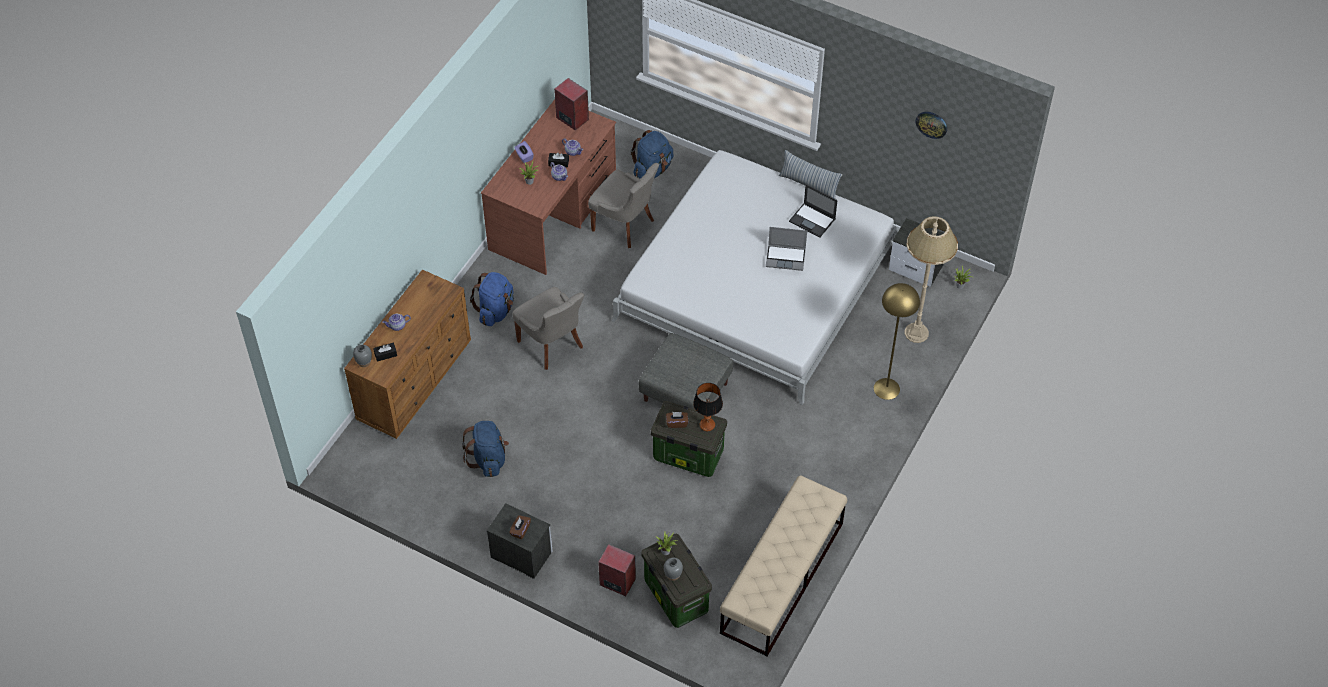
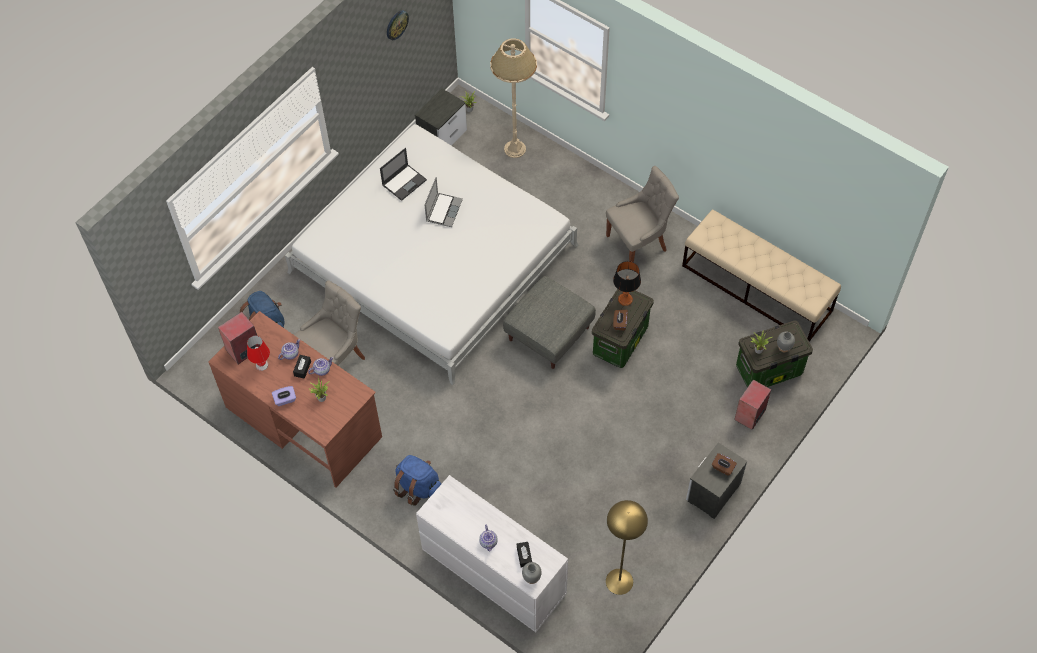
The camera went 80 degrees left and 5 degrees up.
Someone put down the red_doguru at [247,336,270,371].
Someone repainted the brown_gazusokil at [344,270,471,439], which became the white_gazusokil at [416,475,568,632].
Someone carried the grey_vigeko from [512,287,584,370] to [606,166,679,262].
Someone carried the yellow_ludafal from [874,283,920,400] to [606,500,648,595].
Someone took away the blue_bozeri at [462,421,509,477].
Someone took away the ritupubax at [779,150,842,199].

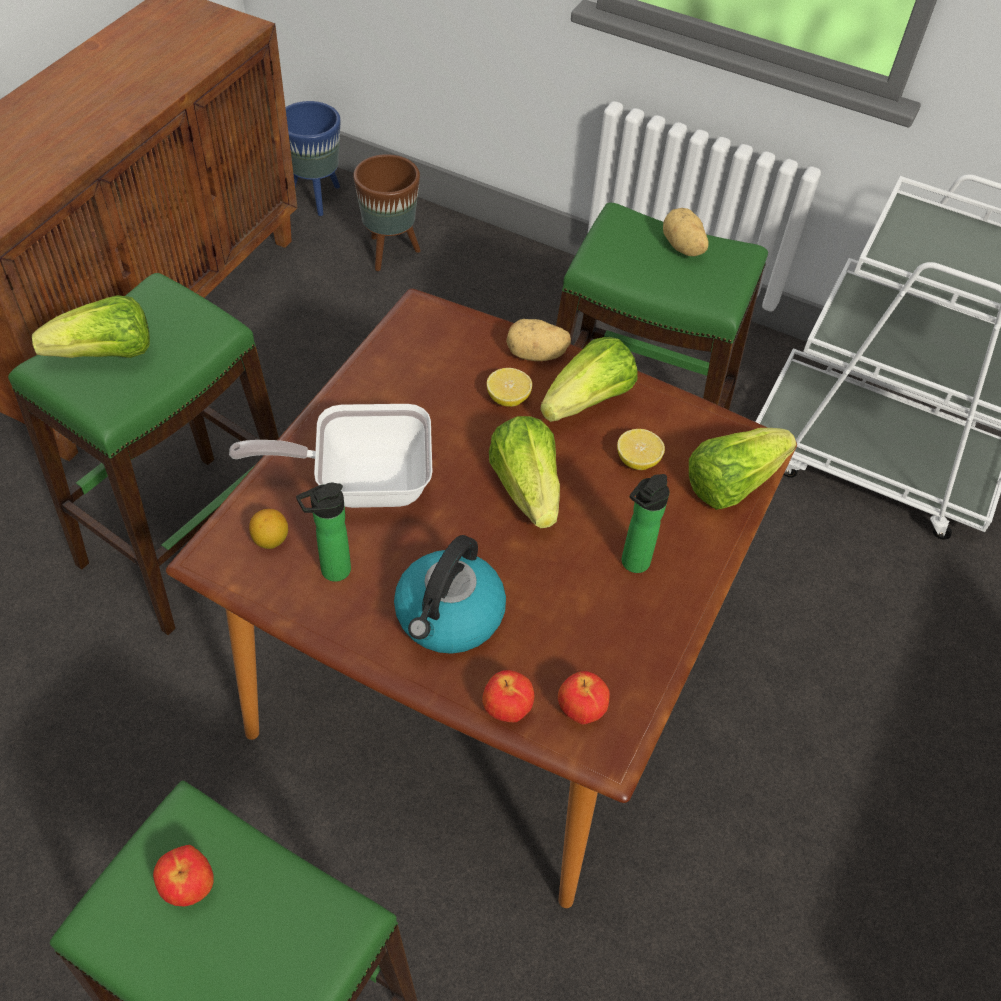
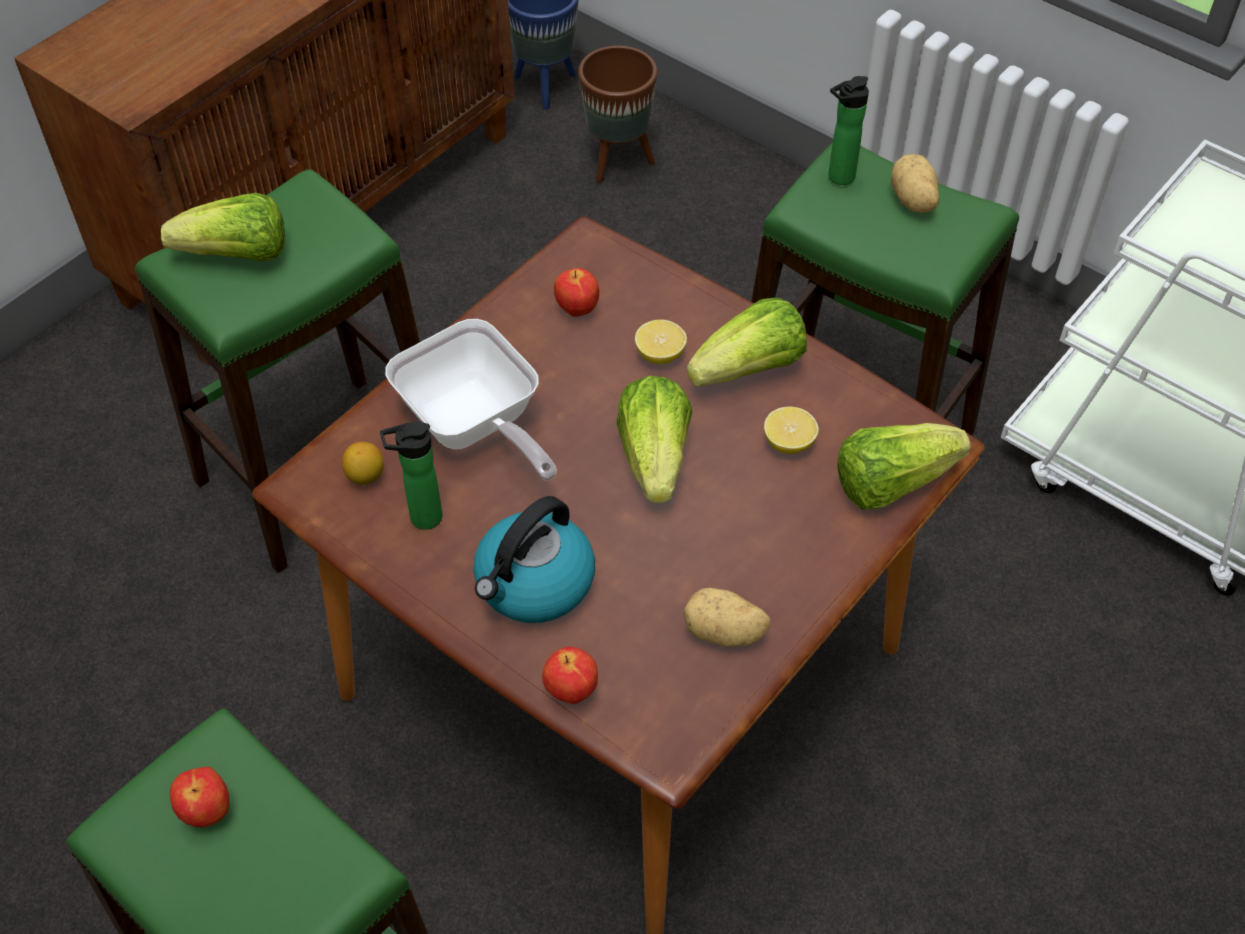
The camera went 15 degrees right and 0 degrees up.
Someone rotated the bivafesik at [229,404,433,508] by 135 degrees counterclockwise.
Someone carried the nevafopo from [558,671,610,725] to [554,268,599,317].
Someone carried the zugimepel from [506,319,571,361] to [683,588,770,647].
Someone carried the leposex from [622,474,670,573] to [828,76,869,185].

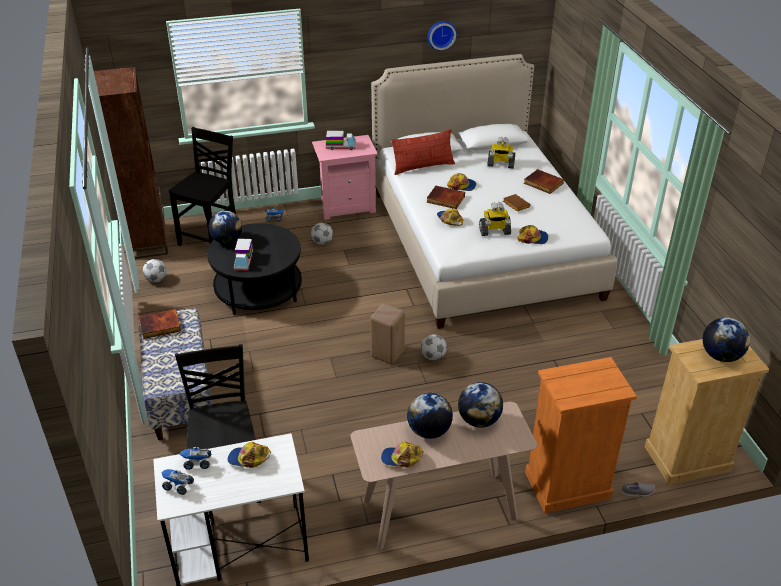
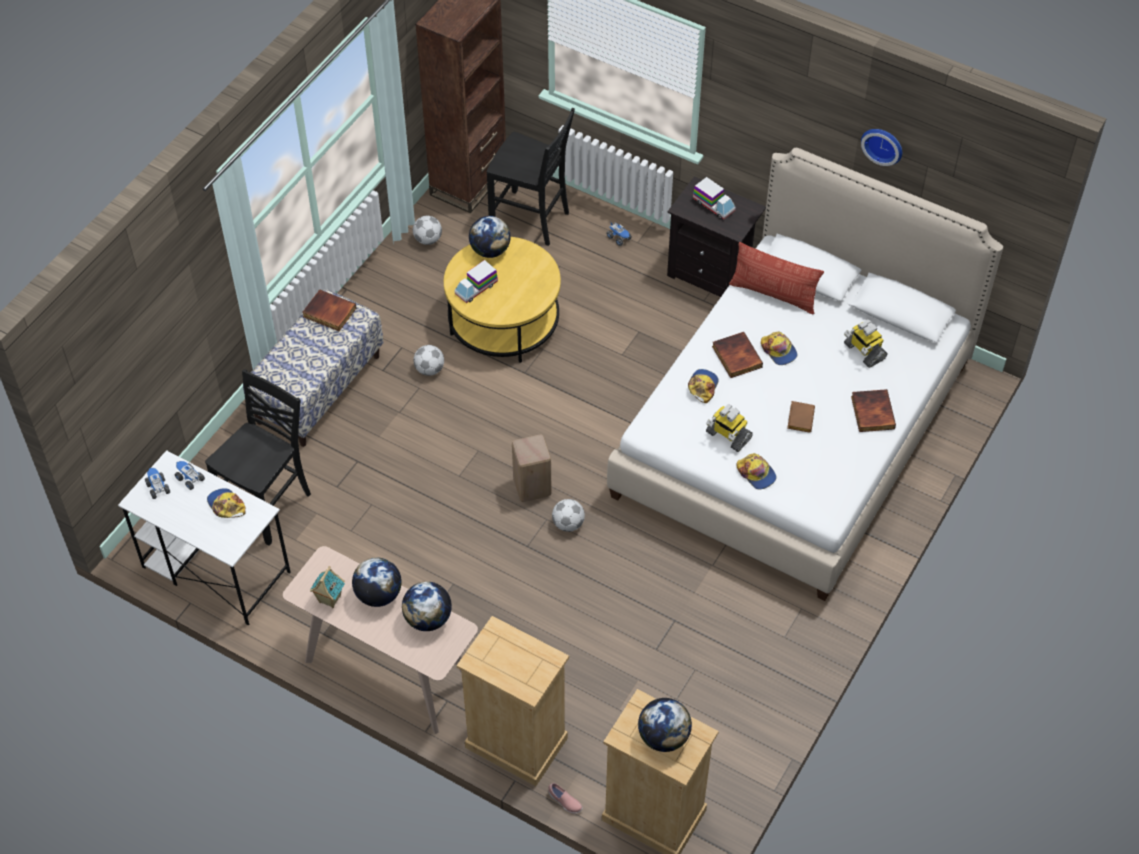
The camera went 45 degrees right and 15 degrees up.
Someone swapped the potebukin at [381,441,424,467] for the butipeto at [310,566,345,608].
Someone carried the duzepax from [311,223,333,245] to [413,345,444,376].
Someone repainted the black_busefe at [207,223,302,315], which became the yellow_busefe at [444,237,561,363].
Someone repainted the orange_gazusokil at [525,357,637,513], which became the beige_gazusokil at [457,616,569,786].
Someone rotated the black_vigeko at [169,127,236,246] by 45 degrees clockwise.
Someone repainted the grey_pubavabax at [621,482,655,497], which became the pink_pubavabax at [548,783,583,814].
Someone repainted the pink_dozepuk at [312,135,378,220], which became the black_dozepuk at [667,177,766,297].

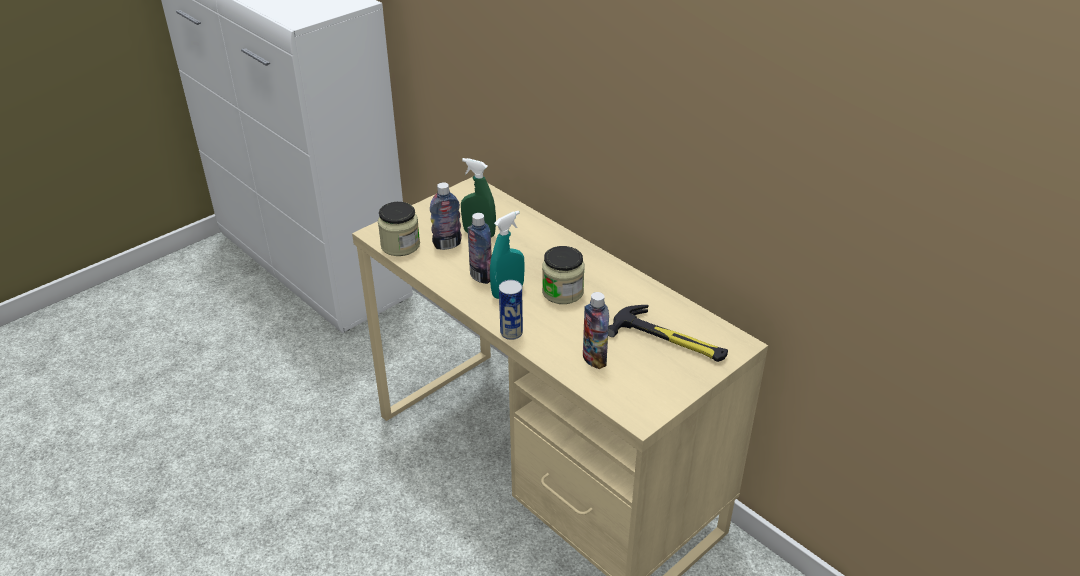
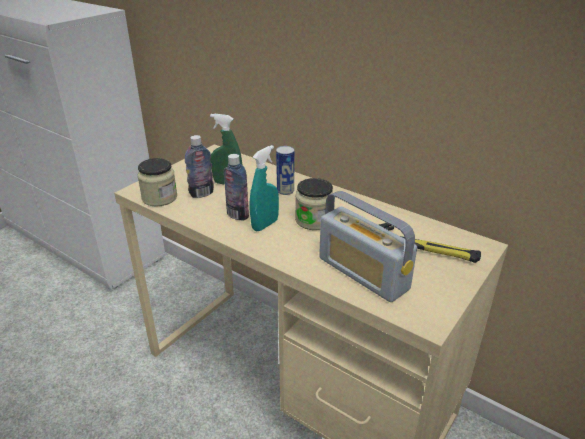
The camera went 10 degrees left and 5 degrees down.
Someone carried the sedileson from [499,280,523,340] to [276,146,294,195].
Someone swapped the leposex at [583,292,609,369] for the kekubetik at [319,191,417,302].

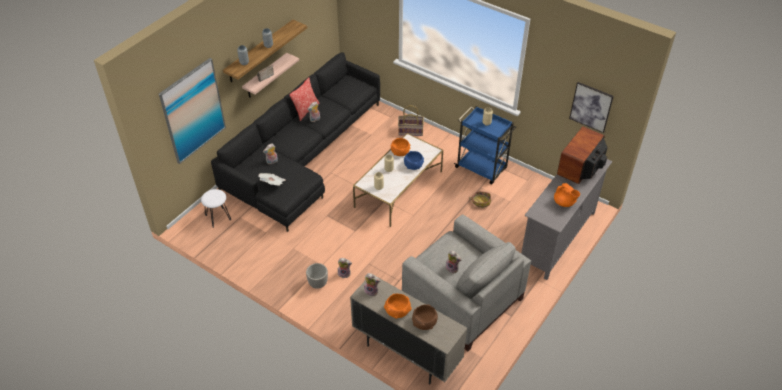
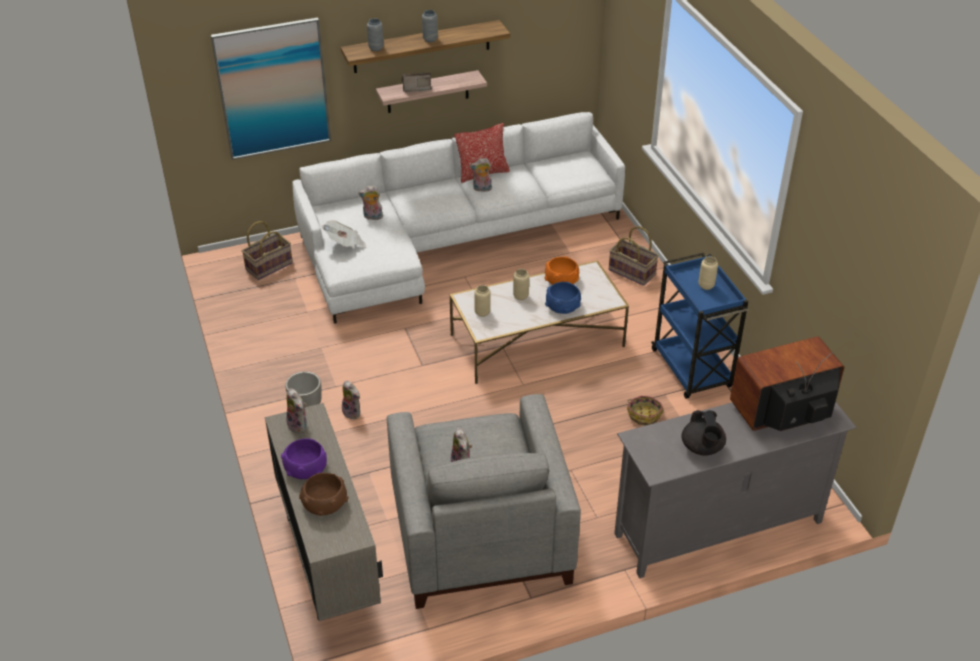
The camera went 35 degrees right and 5 degrees down.
Someone swapped the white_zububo at [201,189,231,228] for the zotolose at [242,221,293,280].
Someone repainted the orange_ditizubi at [384,294,412,319], which became the purple_ditizubi at [281,439,327,479].
Someone repainted the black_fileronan at [211,52,380,232], which became the white_fileronan at [292,112,625,324].
Someone repainted the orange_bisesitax at [554,183,580,207], which became the black_bisesitax at [682,410,726,456].
Someone took away the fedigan at [569,82,614,133].

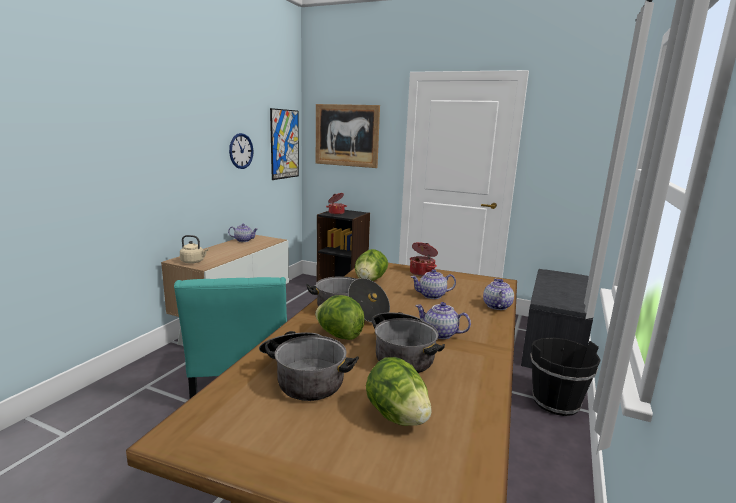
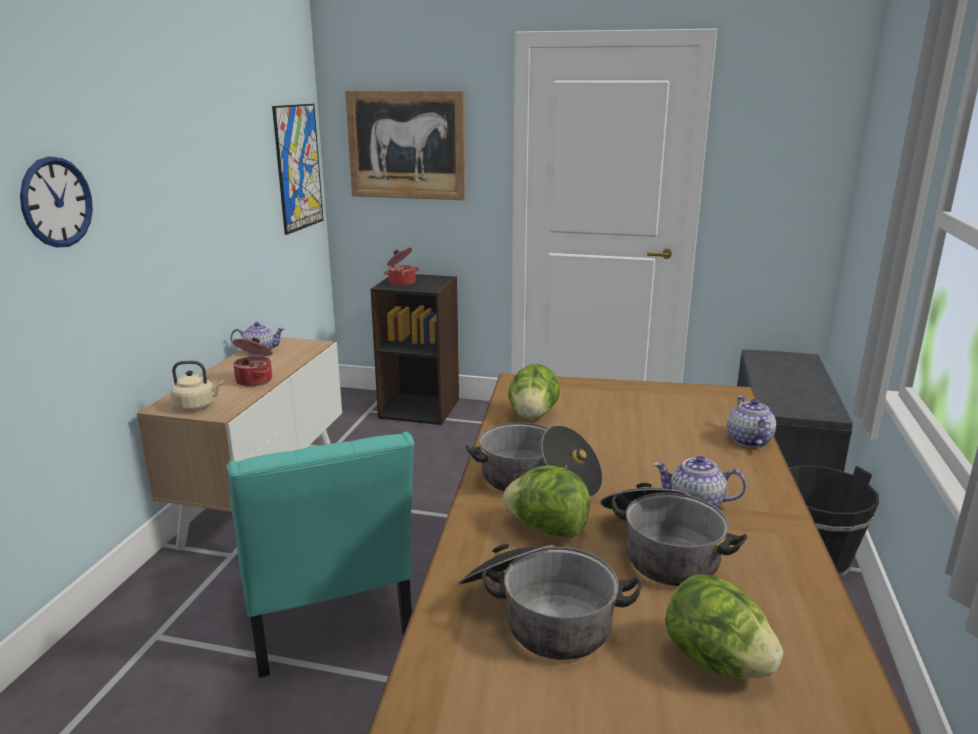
The camera went 10 degrees left and 5 degrees up.
Someone carried the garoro from [229,133,254,169] to [20,157,93,247].
Someone carried the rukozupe from [410,242,438,276] to [233,337,272,387].
Someone took away the bisesitax at [411,269,456,299].

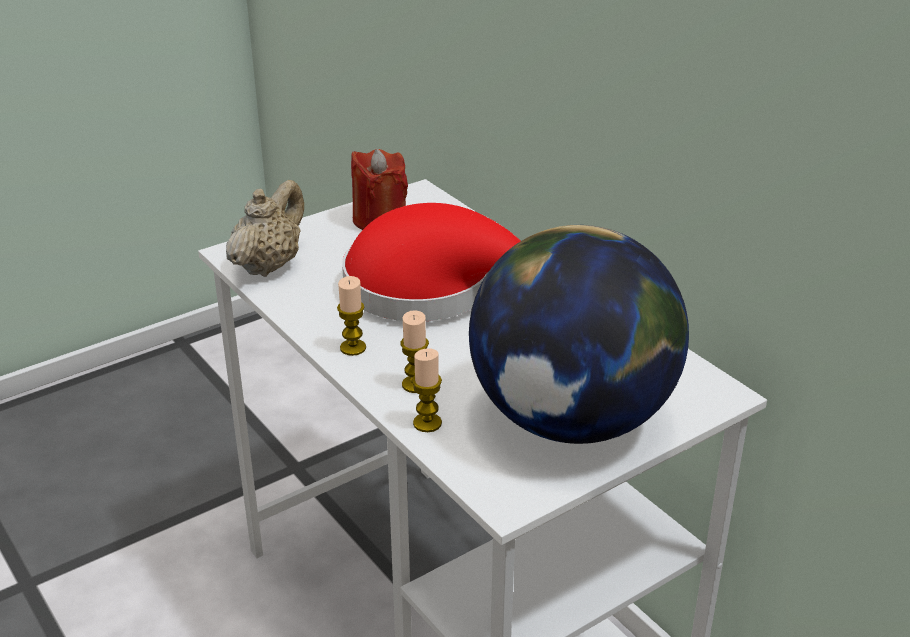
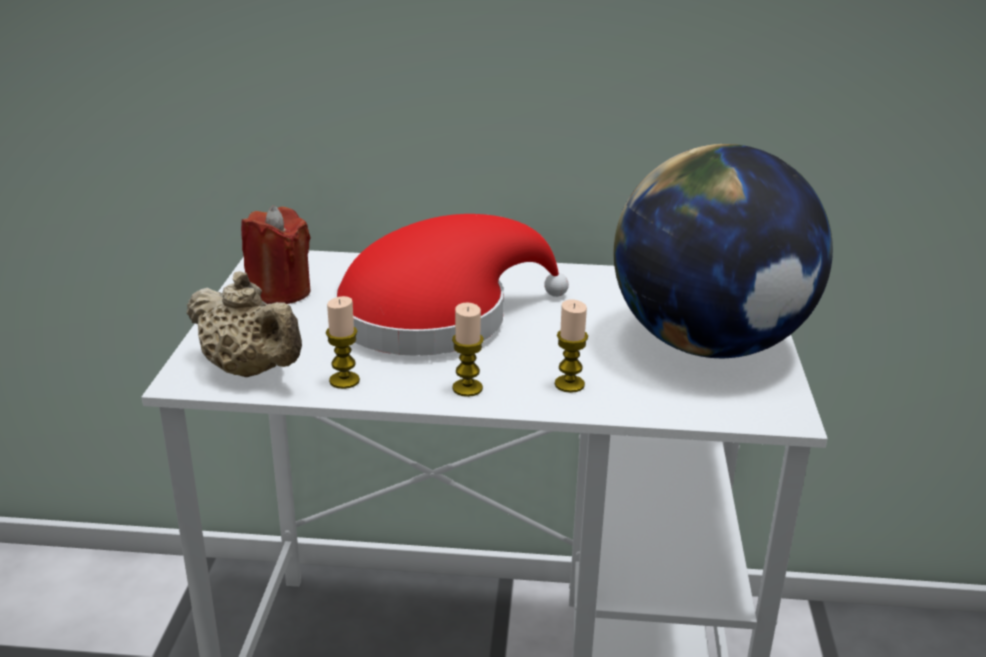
The camera went 50 degrees left and 5 degrees down.
Someone rotated the beige_bisesitax at [226,180,304,277] by 150 degrees clockwise.
Someone carried the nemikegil from [412,348,442,432] to [326,296,360,389].

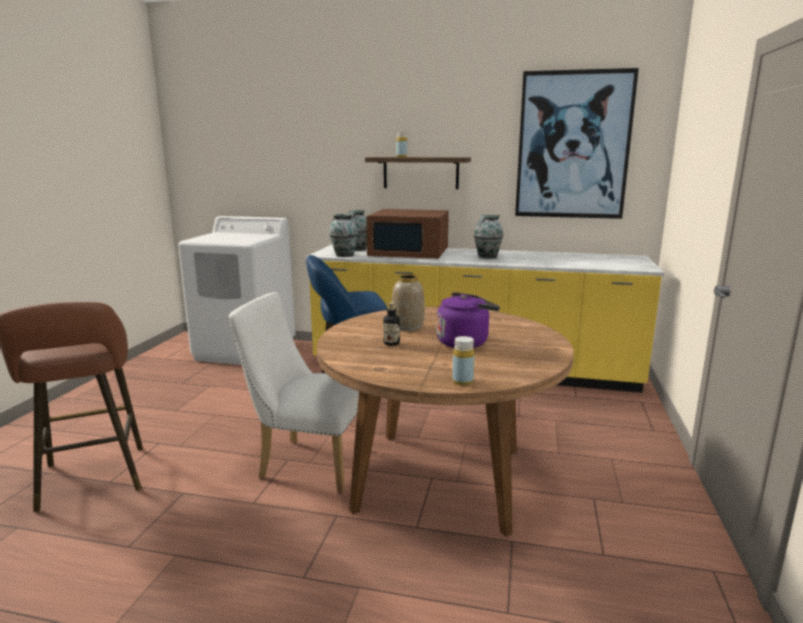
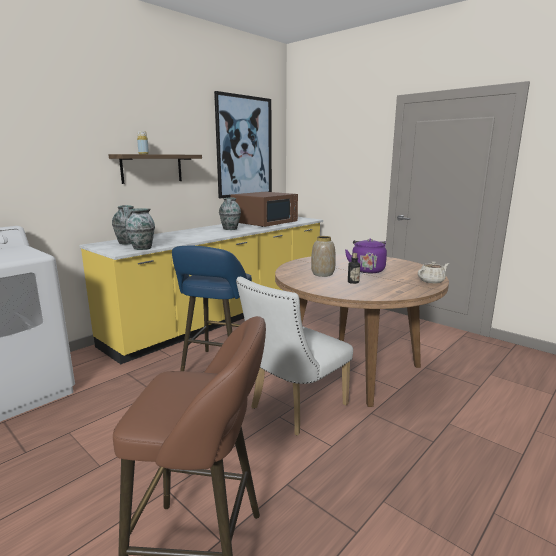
The camera went 60 degrees left and 0 degrees up.
Someone carried the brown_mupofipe from [366,209,449,259] to [230,192,298,227].
Someone swapped the yellow_leposex at [452,336,475,385] for the beige_bisesitax at [418,261,449,284].

